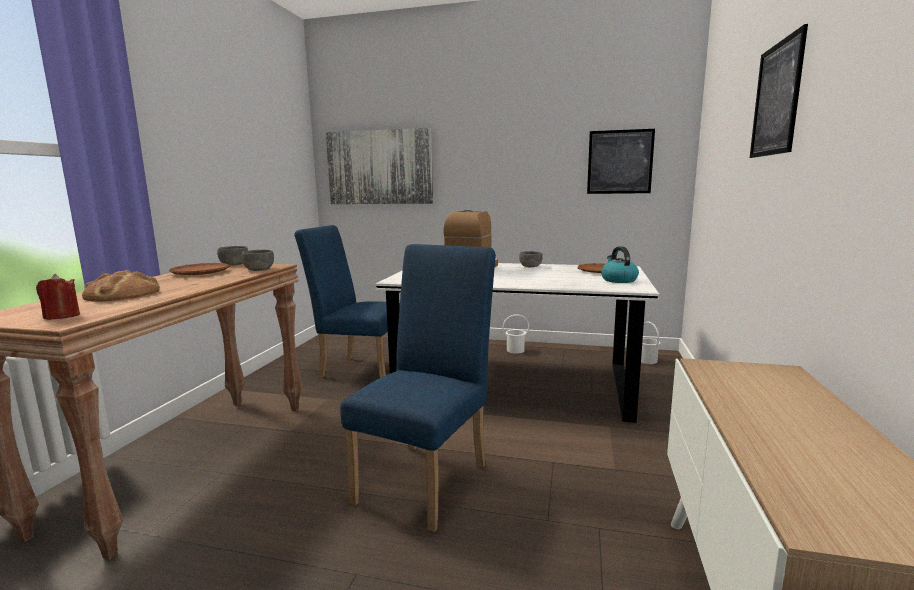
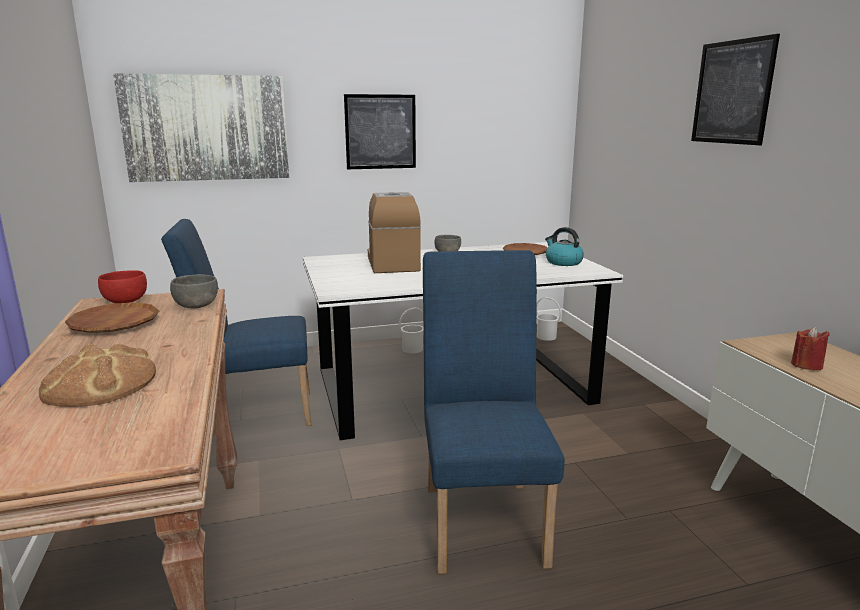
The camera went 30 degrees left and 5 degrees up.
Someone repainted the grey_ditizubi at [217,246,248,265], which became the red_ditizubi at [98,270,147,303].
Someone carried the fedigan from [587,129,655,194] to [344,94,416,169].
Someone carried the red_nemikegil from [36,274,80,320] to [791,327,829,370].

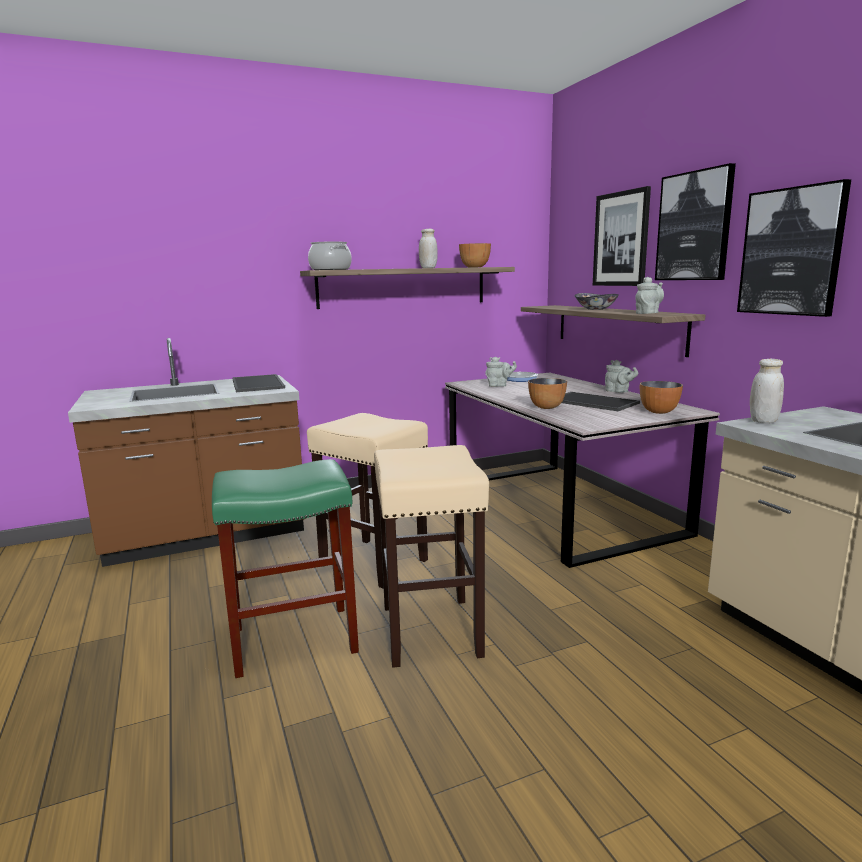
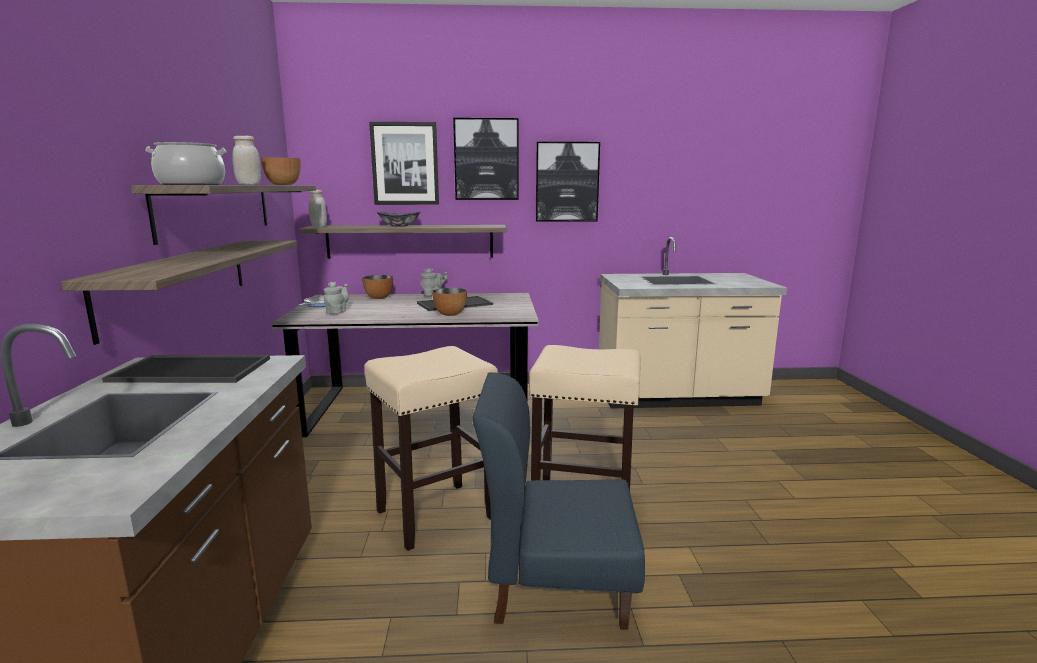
The camera went 70 degrees left and 0 degrees up.
Someone put up the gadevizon at [61,241,297,345].
Someone carried the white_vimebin from [750,359,784,423] to [309,190,327,227].
Someone carried the ditizubi from [640,381,683,414] to [362,275,393,299].
Someone swapped the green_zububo at [212,459,359,678] for the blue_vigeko at [472,372,645,630].
Someone took away the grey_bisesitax at [635,277,664,314].

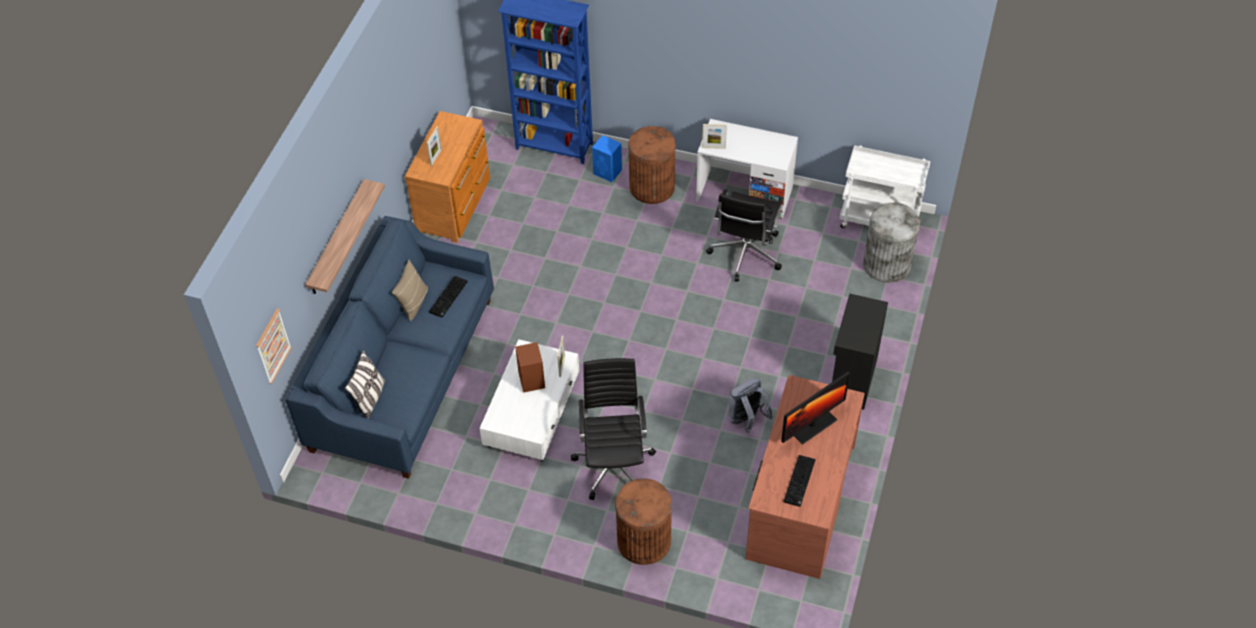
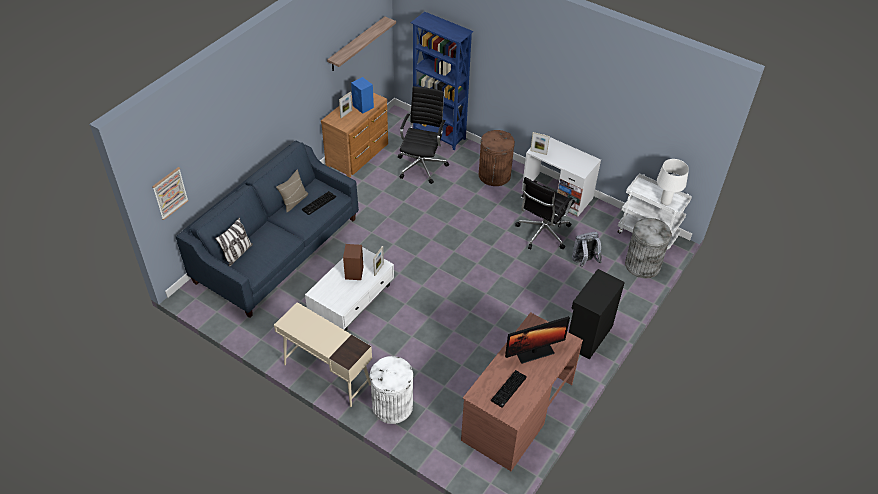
The camera went 15 degrees right and 5 degrees down.
Someone put down the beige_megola at [274,302,372,407].
Someone carried the gadevizon from [305,179,385,294] to [327,17,396,71].
Someone carried the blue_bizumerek from [592,135,622,182] to [351,77,374,114].
Someone repainted the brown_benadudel at [615,478,672,565], which became the white_benadudel at [369,356,413,424].
Someone carried the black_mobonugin from [571,358,656,500] to [398,86,449,184].
Someone carried the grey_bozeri from [728,378,773,433] to [572,232,602,267].
Someone put down the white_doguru at [657,159,689,205].

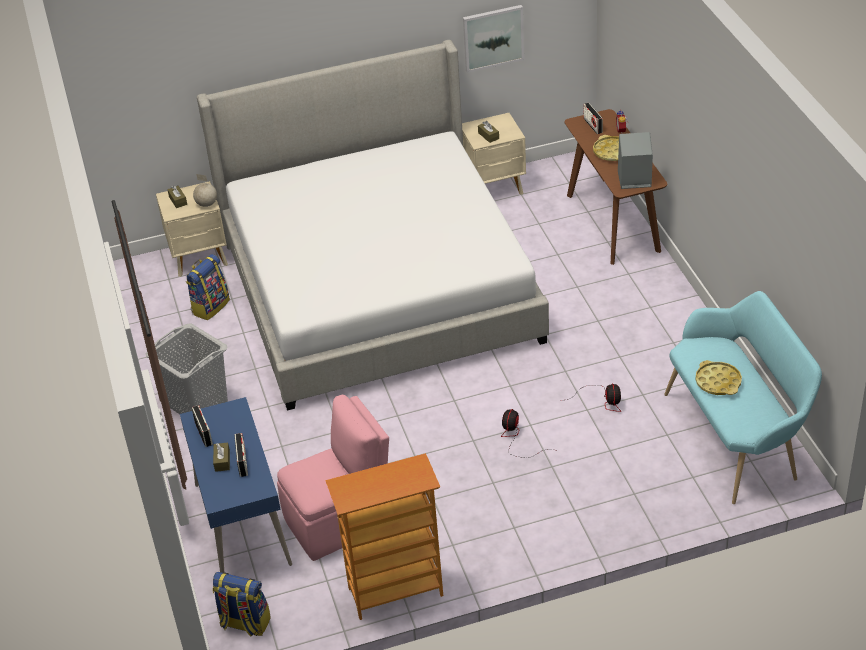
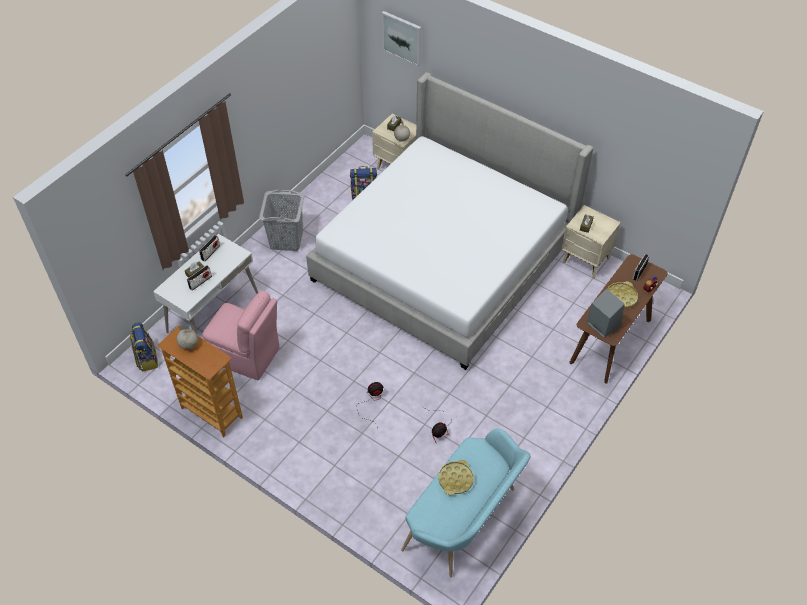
The camera went 50 degrees right and 10 degrees up.
Someone repainted the blue_megola at [180,397,292,573], which became the white_megola at [153,234,258,334].
Someone put down the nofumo at [177,325,198,349].
Someone carried the fedigan from [463,5,524,73] to [382,11,421,67].

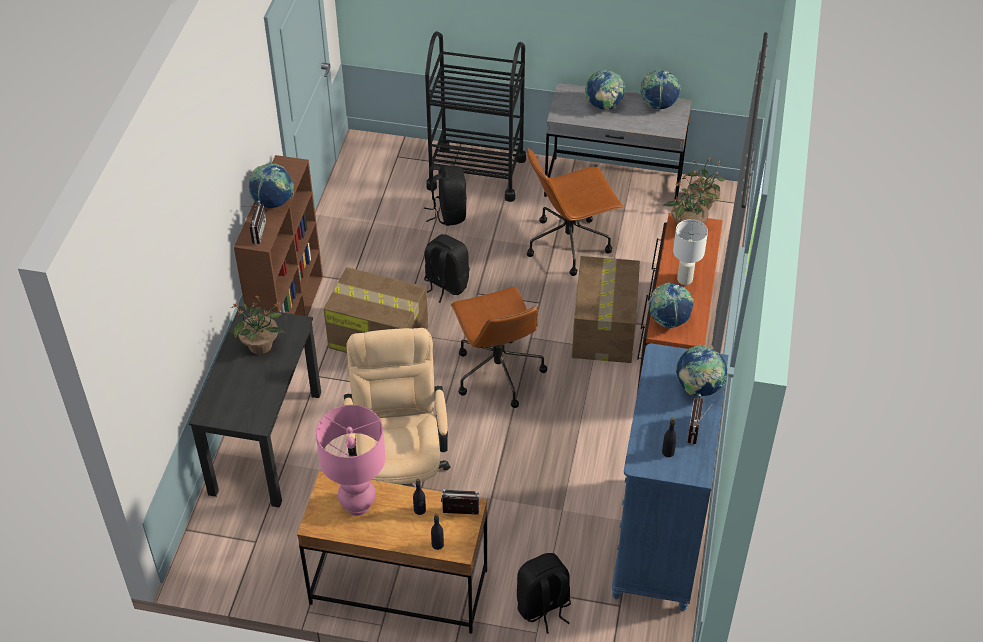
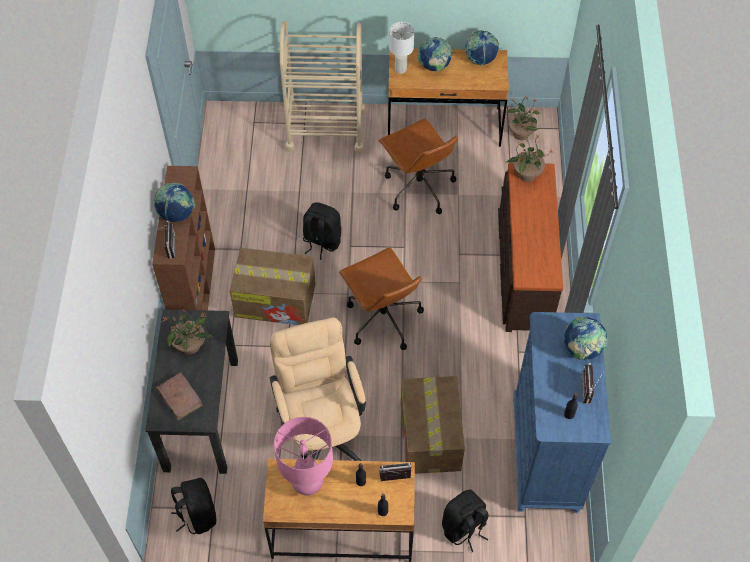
The camera went 10 degrees left and 10 degrees up.
Someone put down the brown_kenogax at [156,373,203,420].
Someone carried the black_bozeri from [424,165,467,226] to [171,478,217,534].
Someone repainted the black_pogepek at [425,31,526,202], which became the beige_pogepek at [280,21,365,154].
Someone rotated the brown_mobonugin at [527,148,623,276] by 90 degrees counterclockwise.
Someone repainted the grey_megola at [544,83,691,201], which became the brown_megola at [388,49,509,147].
Someone carried the white_doguru from [673,219,708,285] to [389,22,414,74].
Someone carried the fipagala from [572,256,640,363] to [401,376,465,474].
Someone took away the nofumo at [649,283,694,329].

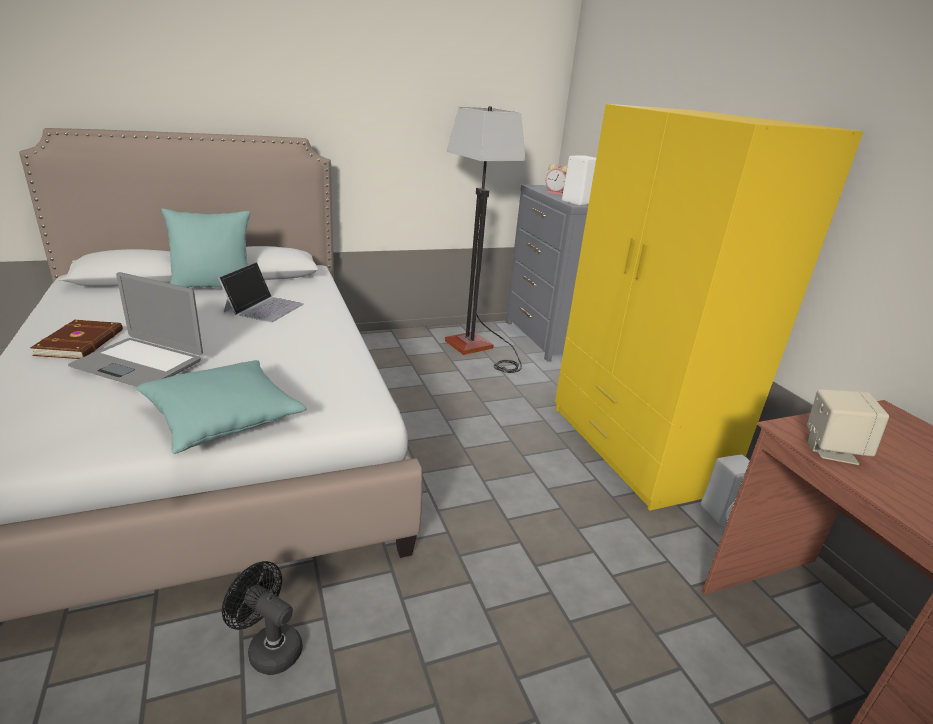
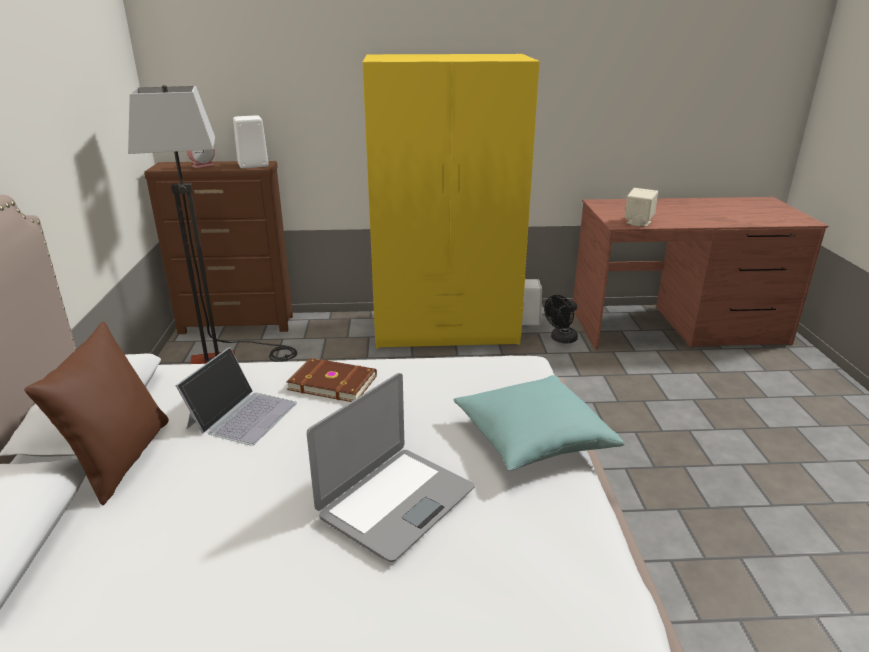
The camera went 70 degrees left and 0 degrees up.
Someone repainted the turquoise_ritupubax at [161,208,250,288], which became the brown_ritupubax at [24,322,169,505].
Someone repainted the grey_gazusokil at [506,185,588,362], which became the brown_gazusokil at [144,161,293,334].
Someone rotated the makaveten at [218,262,303,322] by 75 degrees clockwise.
Someone carried the brown_kenogax from [30,320,123,359] to [286,358,377,402].
Someone carried the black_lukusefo from [222,561,303,675] to [544,295,578,343].

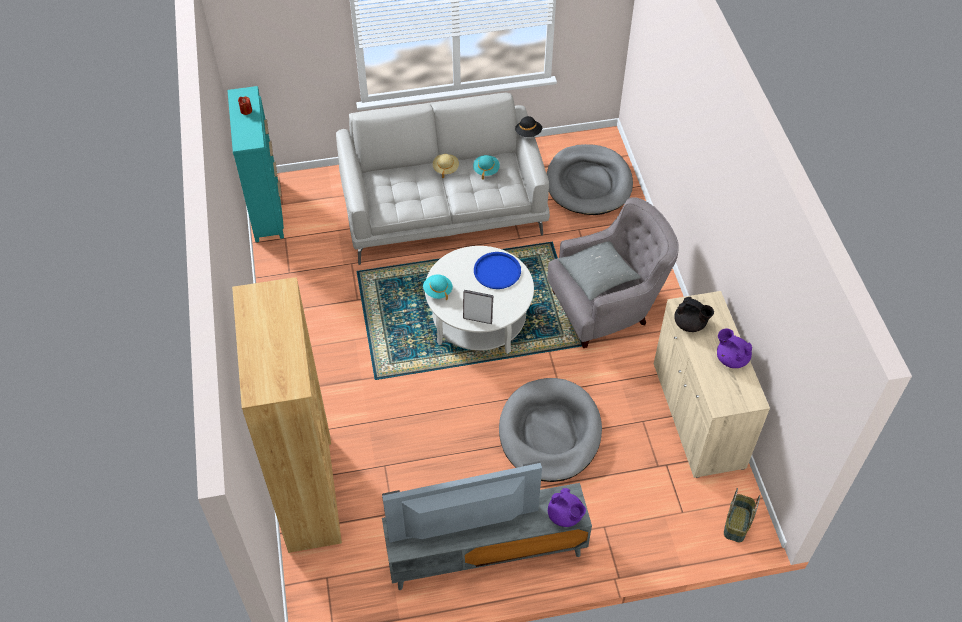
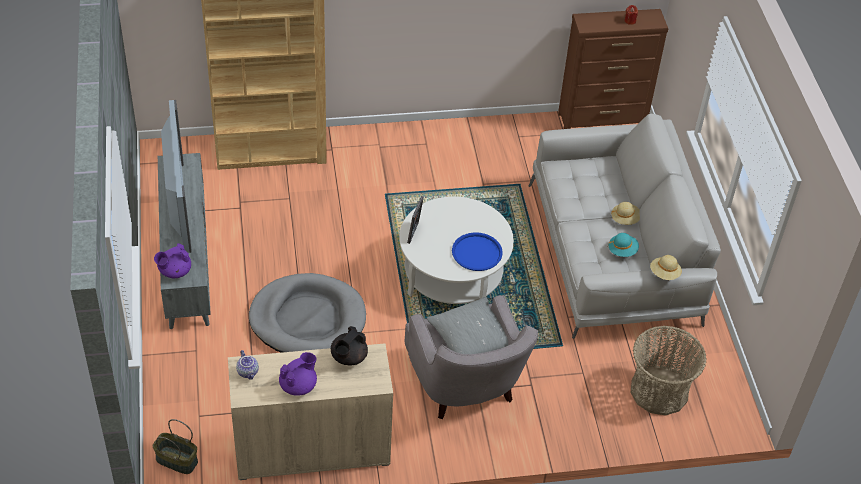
The camera went 90 degrees right and 5 degrees down.
Someone put down the bisesitax at [236,350,259,380].
Someone repainted the turquoise_gazusokil at [228,86,284,242], which became the brown_gazusokil at [558,9,668,129].
Someone swapped the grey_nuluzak at [547,144,633,215] for the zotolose at [631,326,707,415].
Someone repainted the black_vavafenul at [515,116,542,137], which became the beige_vavafenul at [650,255,682,280].
Someone took away the turquoise_vavafenul at [423,275,453,300].

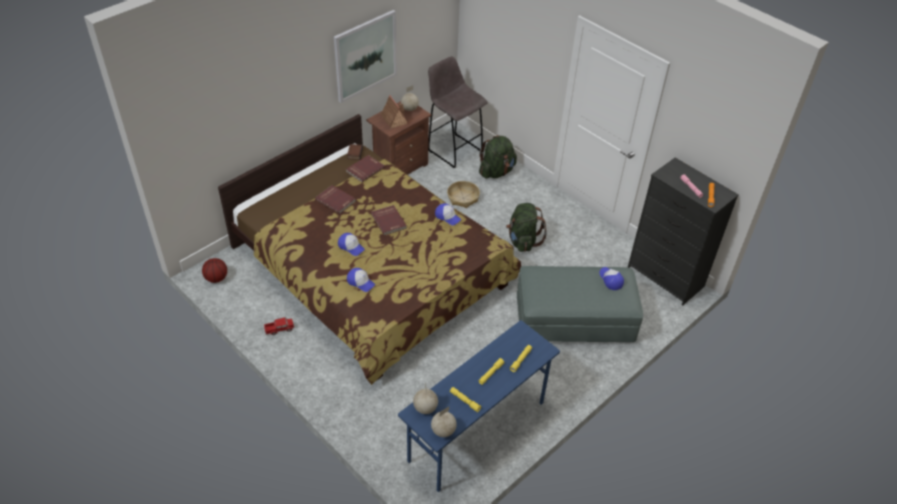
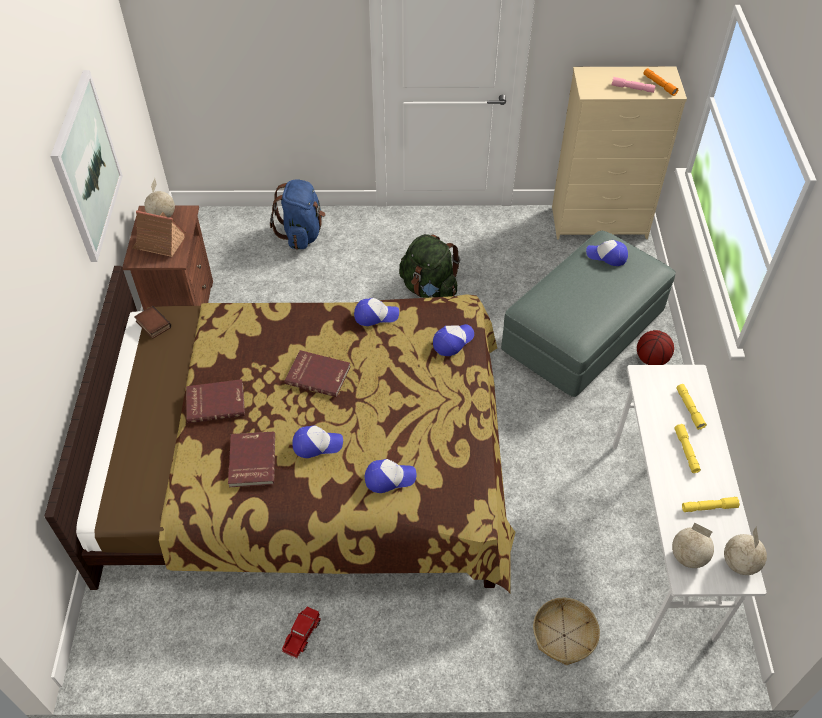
The camera went 45 degrees left and 5 degrees up.
Someone carried the red_kenogax from [346,155,385,182] to [228,432,275,487].
Someone repainted the green_bozeri at [479,135,517,179], which became the blue_bozeri at [270,179,326,250].
Someone put down the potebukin at [433,324,474,356].
Someone carried the zotolose from [447,181,480,208] to [533,598,600,665].
Someone repainted the black_gazusokil at [627,158,739,305], which became the beige_gazusokil at [552,66,687,240].
Someone repainted the blue_megola at [398,320,560,492], which became the white_megola at [613,365,766,642].
Someone carried the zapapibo from [202,258,227,283] to [637,330,674,365].
Someone took away the grey_zububo at [428,56,487,168].

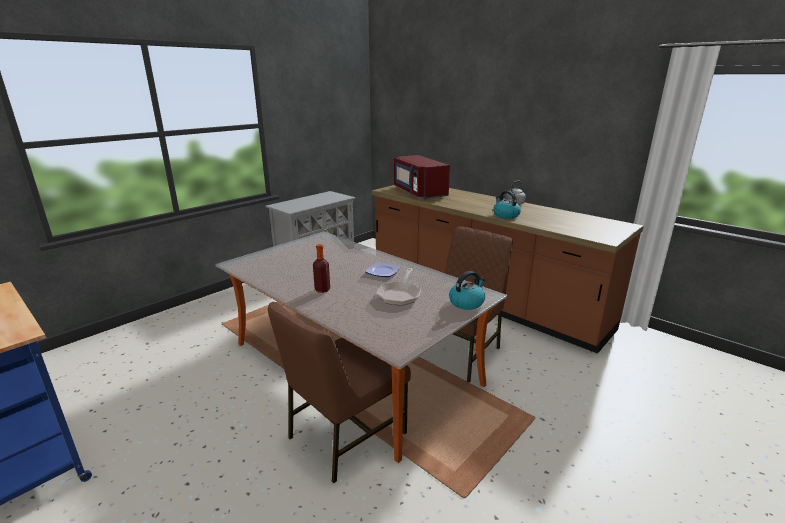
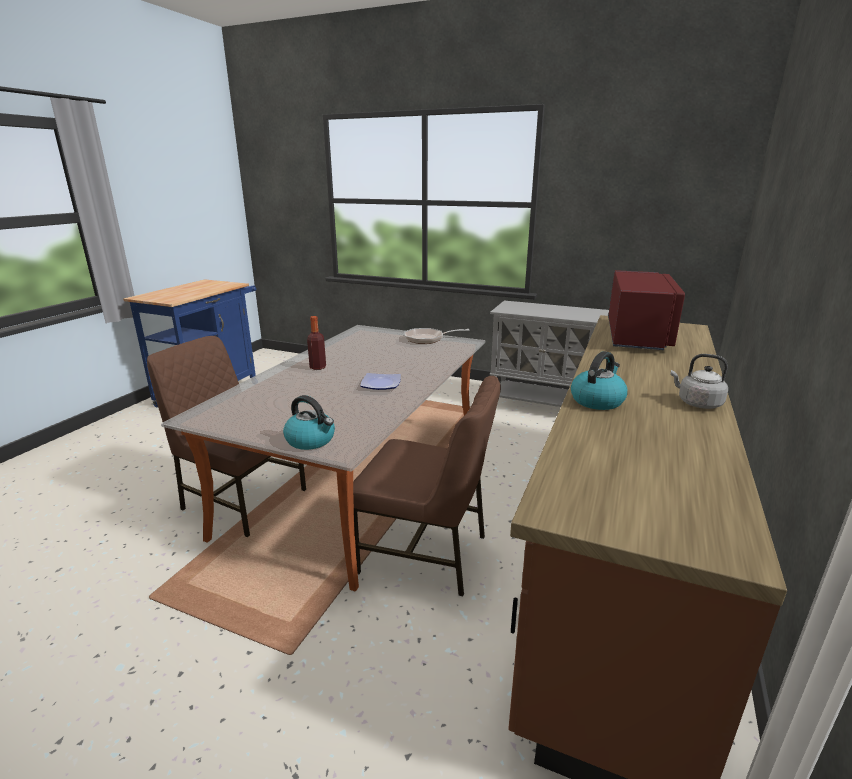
The camera went 70 degrees right and 0 degrees up.
Someone carried the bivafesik from [377,268,421,306] to [404,328,470,344].
Someone rotated the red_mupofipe at [394,155,450,199] by 150 degrees clockwise.

